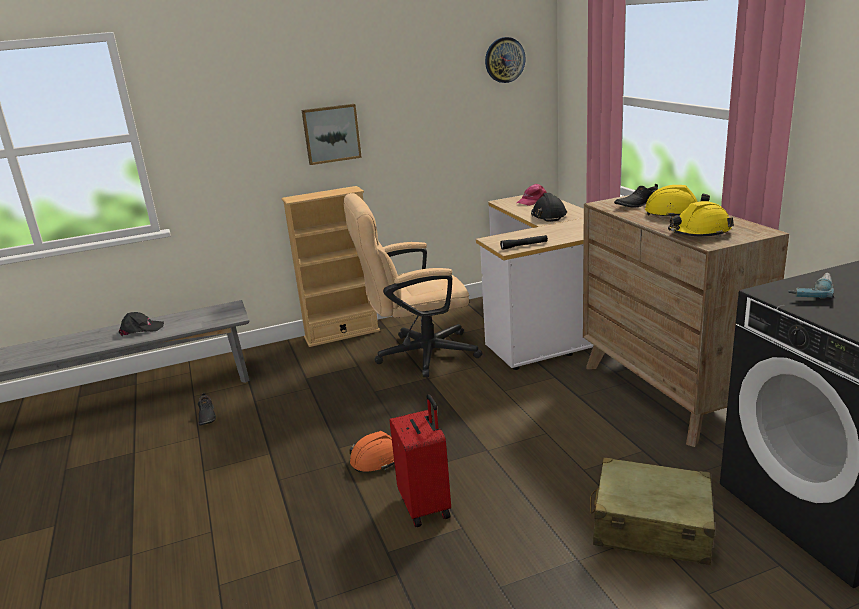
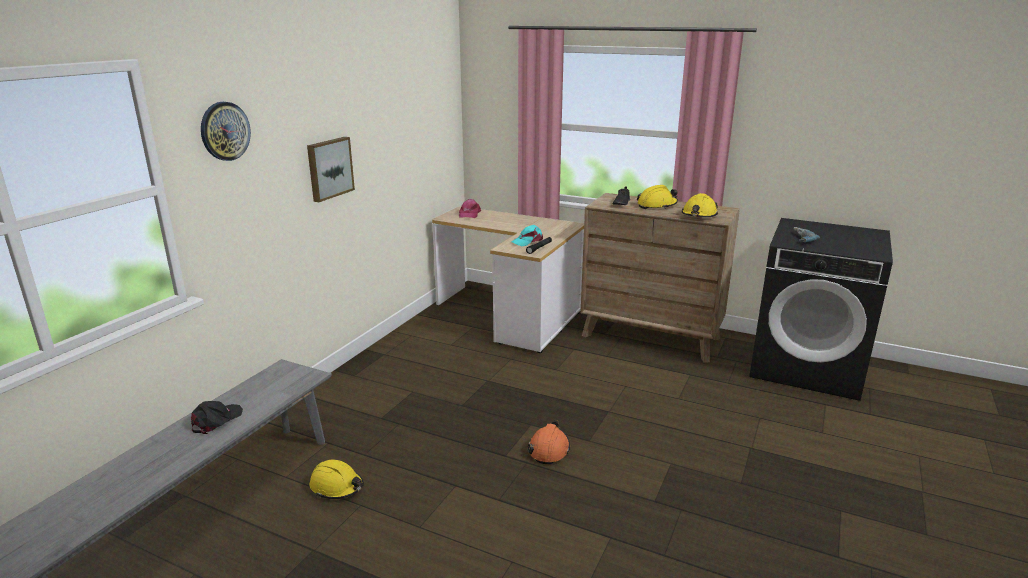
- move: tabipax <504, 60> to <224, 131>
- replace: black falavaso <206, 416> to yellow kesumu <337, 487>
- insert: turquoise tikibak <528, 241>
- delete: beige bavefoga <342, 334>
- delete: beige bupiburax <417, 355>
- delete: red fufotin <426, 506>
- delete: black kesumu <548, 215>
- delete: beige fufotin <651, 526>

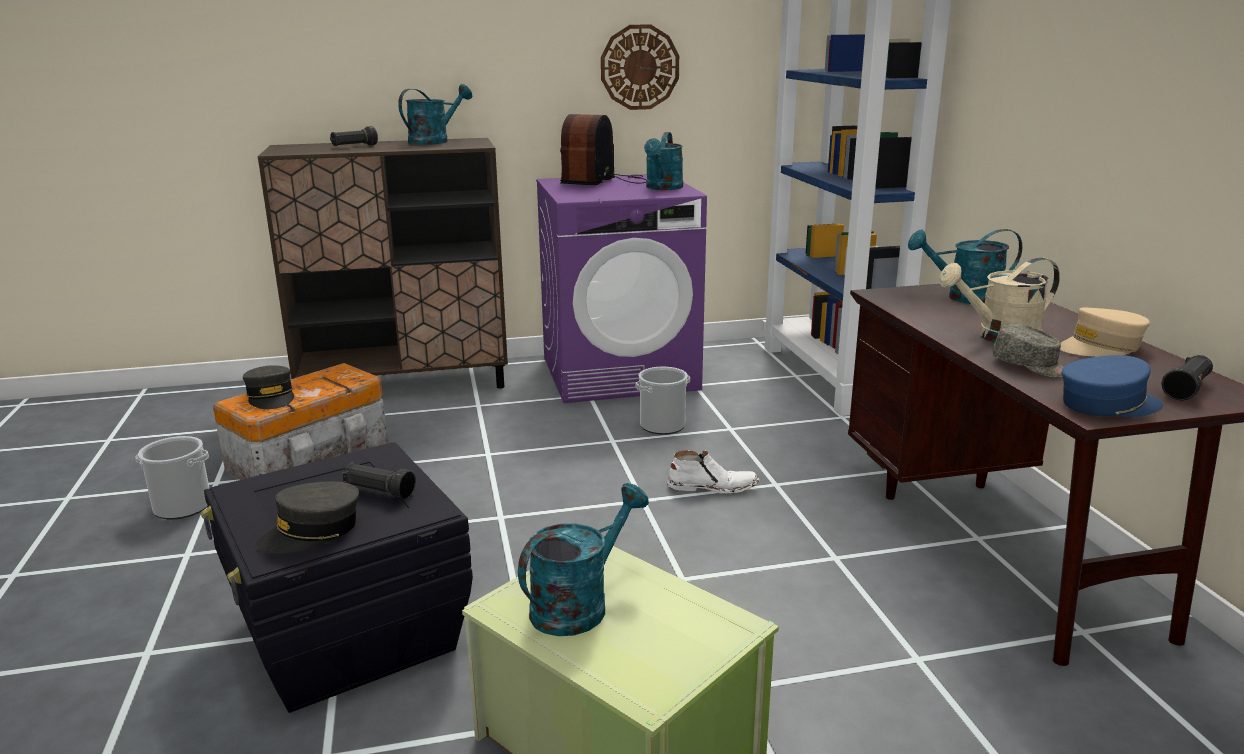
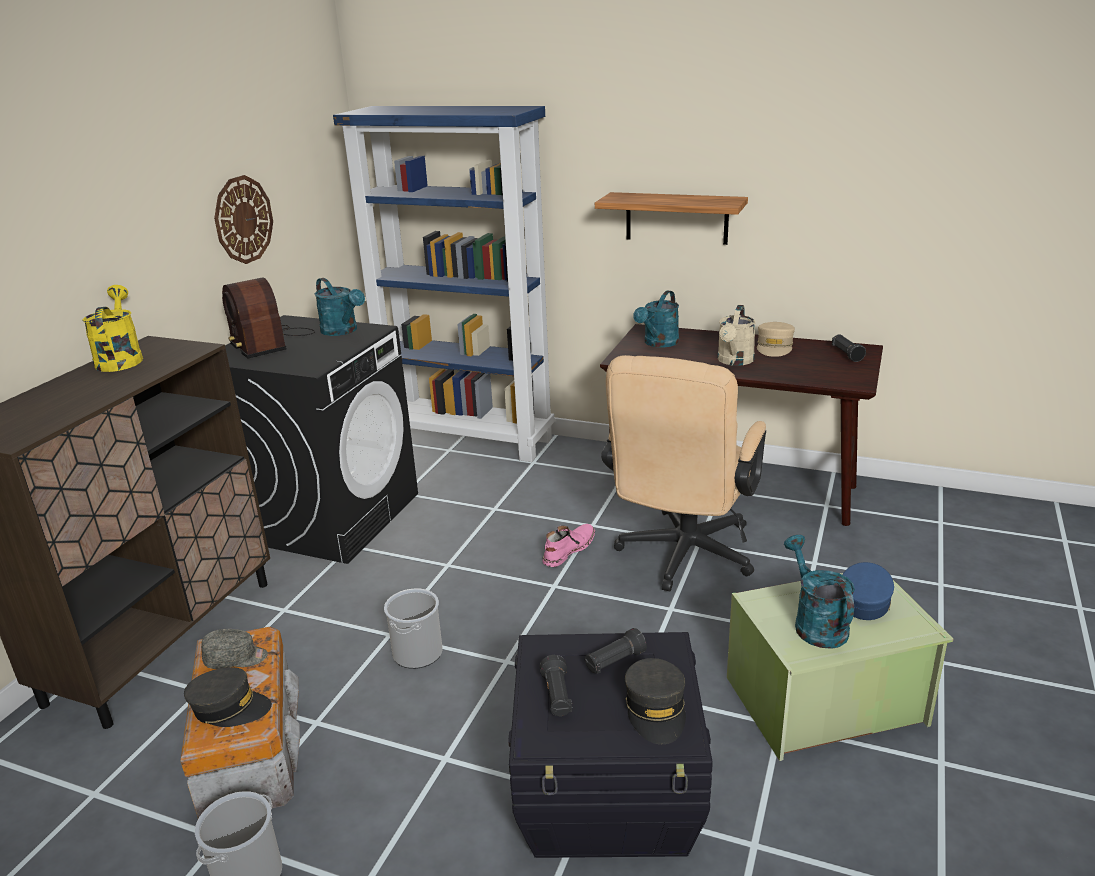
- recolor: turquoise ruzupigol <434, 141> to yellow ruzupigol <120, 359>
- move: grey tikibak <1030, 366> to <236, 659>
- recolor: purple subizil <620, 373> to black subizil <331, 516>
- move: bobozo <662, 425> to <417, 653>
- move: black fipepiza <354, 146> to <557, 697>
- recolor: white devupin <712, 486> to pink devupin <568, 550>
- insert: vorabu <676, 218>
- insert: beige bupiburax <682, 558>
- move: blue tikibak <1108, 404> to <864, 601>

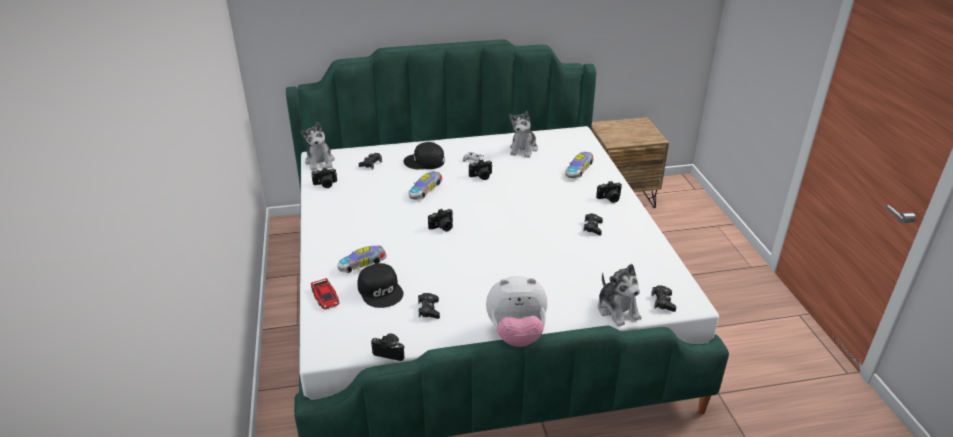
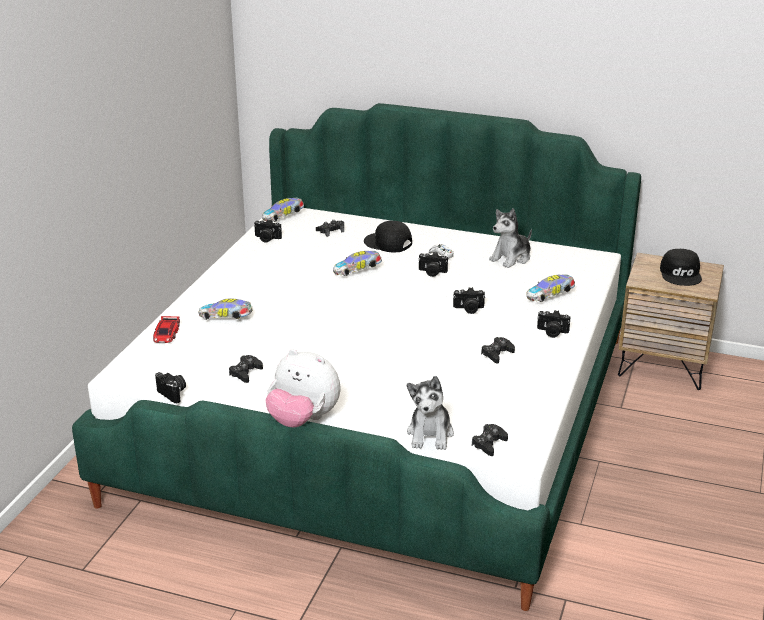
- replace: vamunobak <320, 162> to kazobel <283, 217>
- move: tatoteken <442, 227> to <468, 309>
- move: black tikibak <381, 290> to <681, 274>

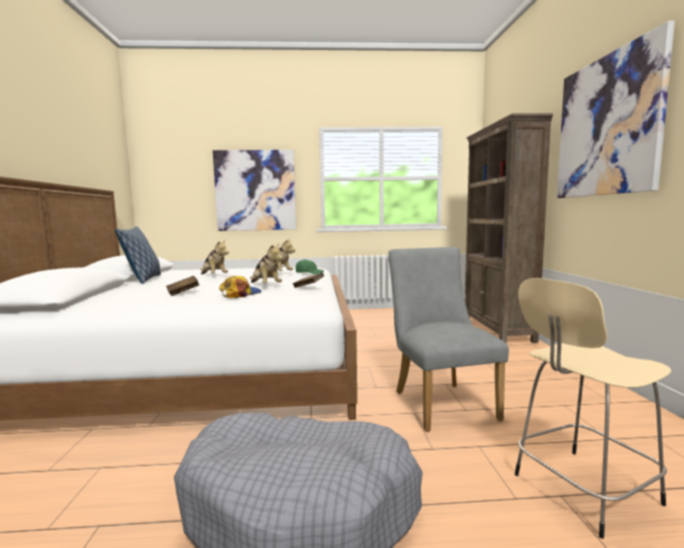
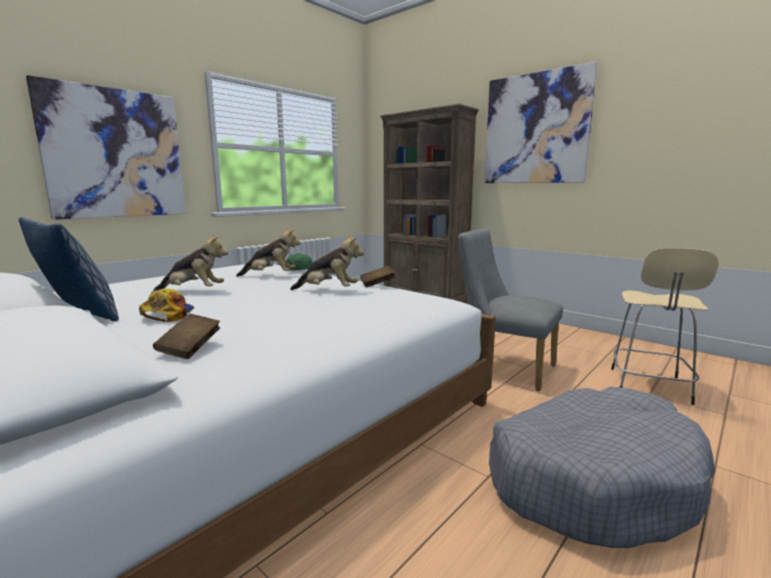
- move: tikibak <240, 294> to <167, 314>
- move: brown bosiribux <183, 293> to <190, 349>

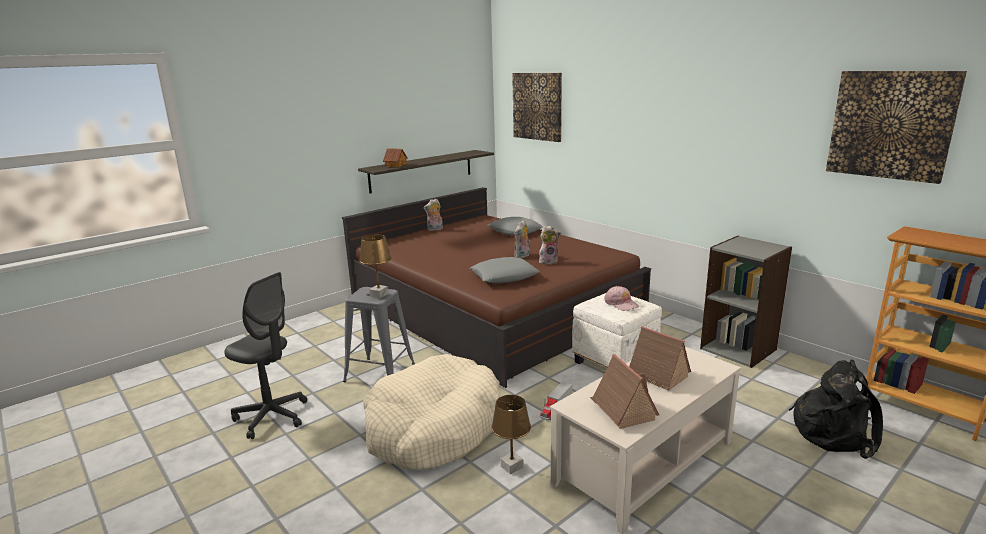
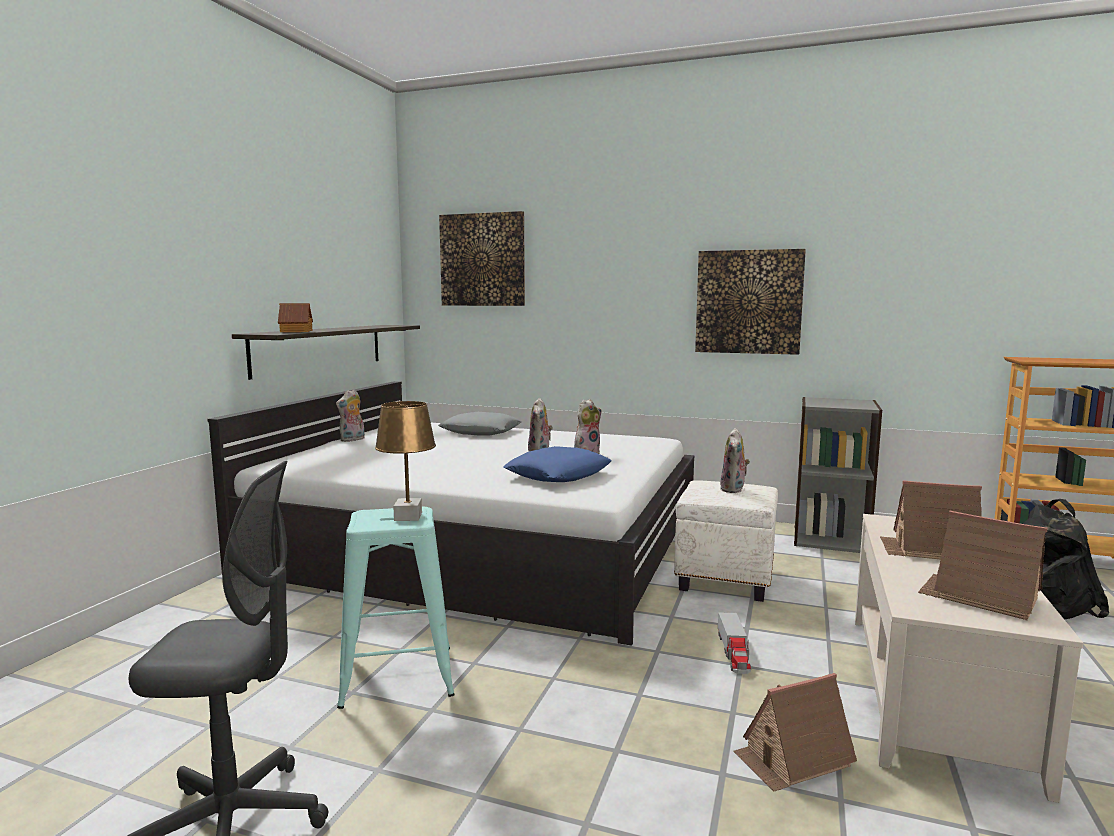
- recolor: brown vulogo <492, 308> to white vulogo <480, 547>
- recolor: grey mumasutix <380, 373> to turquoise mumasutix <398, 676>
- recolor: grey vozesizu <504, 276> to blue vozesizu <558, 474>
- move: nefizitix <891, 125> to <748, 302>
- replace: pink tikibak <621, 303> to vamunobak <734, 489>
- replace: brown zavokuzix <512, 467> to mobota <793, 759>
- delete: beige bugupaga <433, 428>

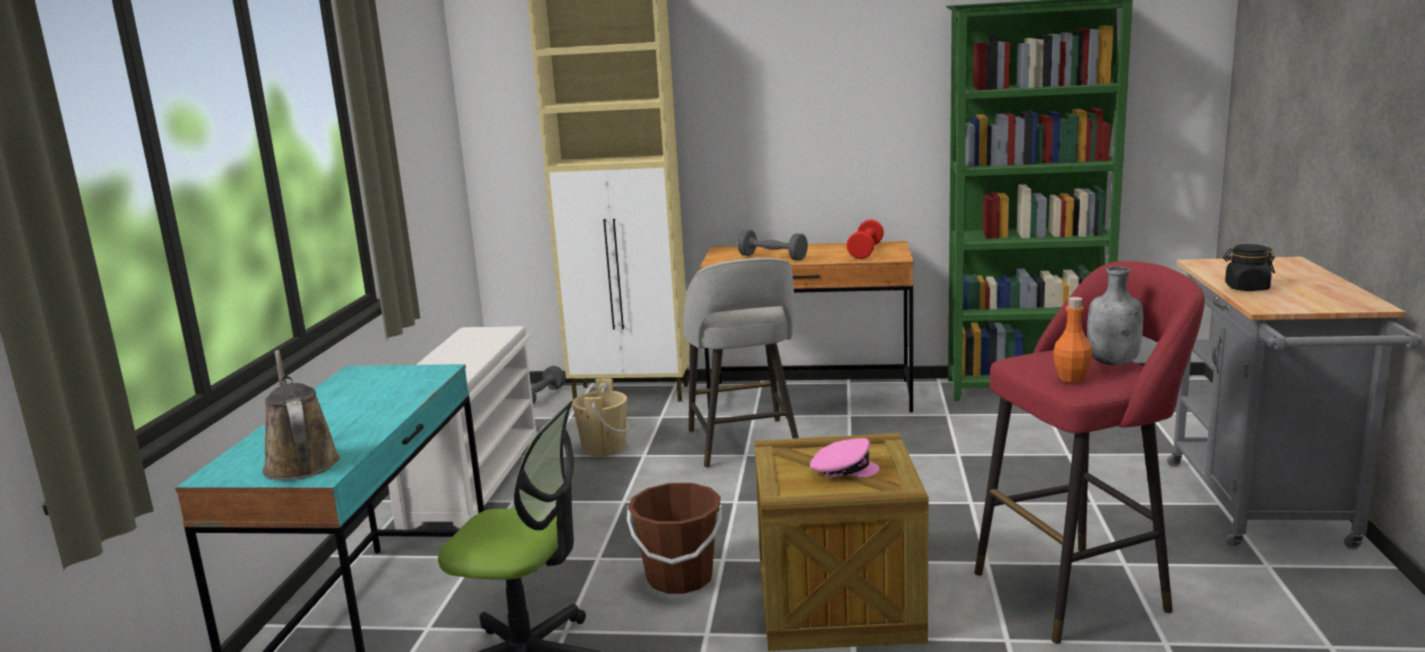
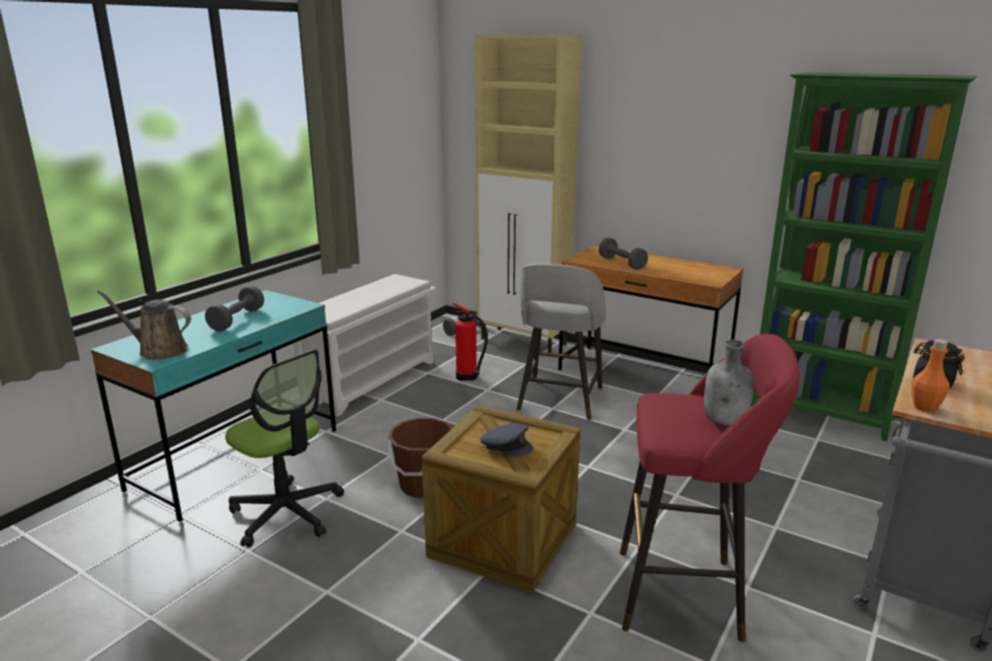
- rotate: brown ruzupigol <300, 462> = <159, 350> 75 degrees counterclockwise
- insert: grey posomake <237, 320>
- replace: beige bobozo <604, 448> to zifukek <468, 377>
- recolor: pink tikibak <842, 469> to grey tikibak <506, 445>
- move: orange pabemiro <1071, 378> to <925, 407>
- delete: red posomake <865, 251>

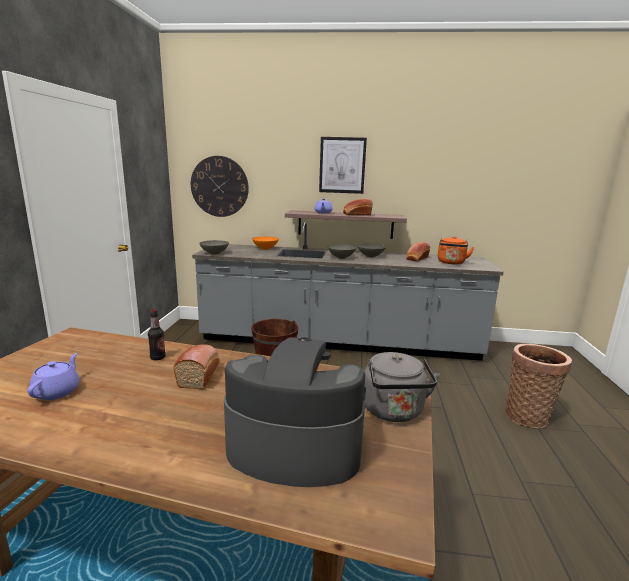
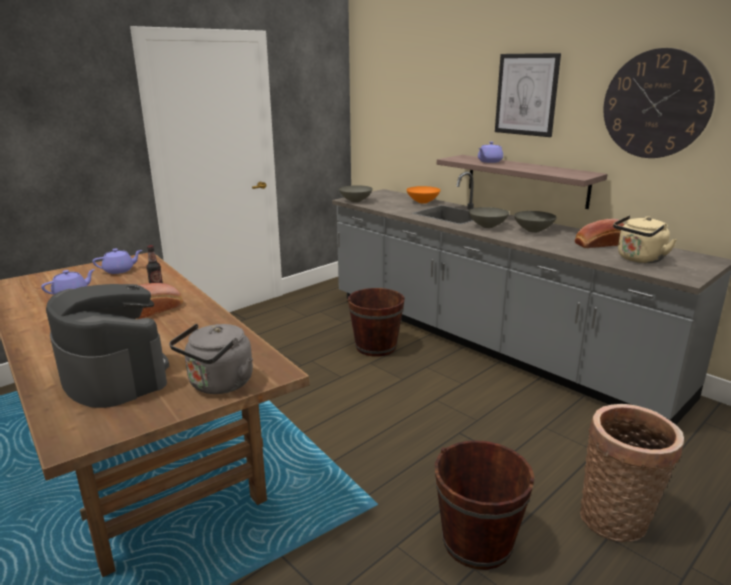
- insert: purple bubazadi <119, 270>
- insert: brown bobozo <477, 542>
- move: tabipax <219, 186> to <656, 104>
- recolor: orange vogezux <451, 263> to beige vogezux <638, 259>
- delete: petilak <356, 214>

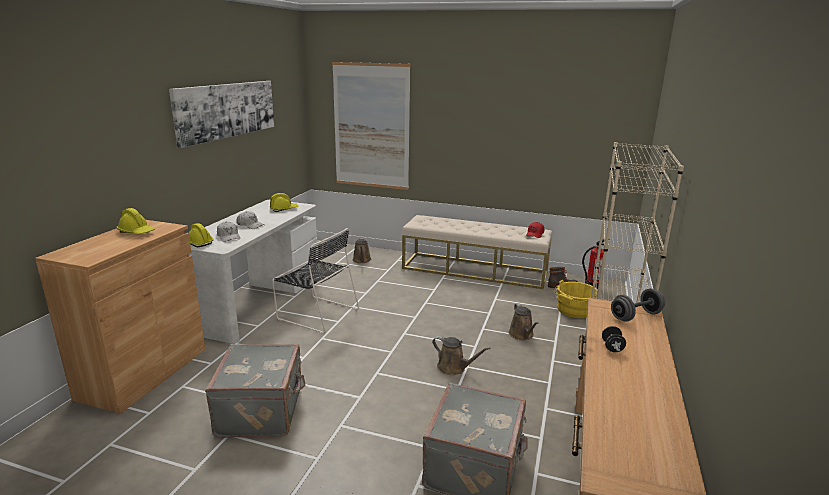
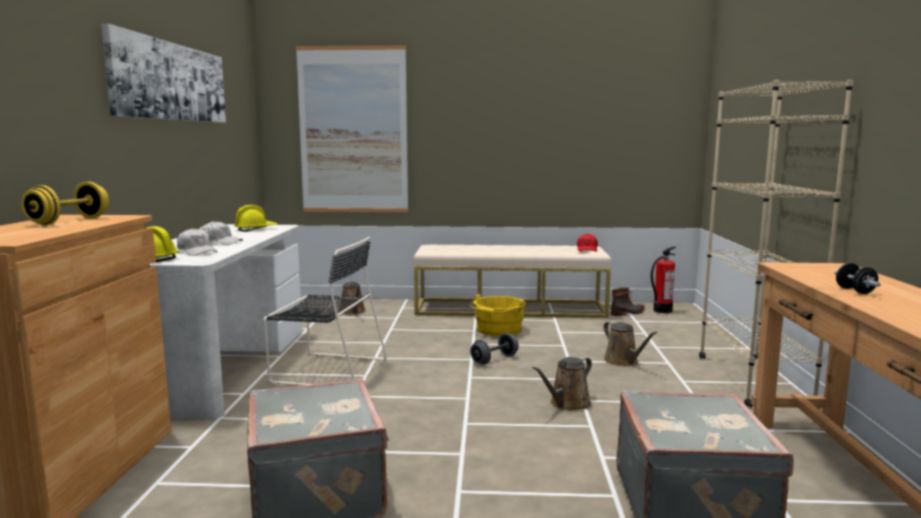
- replace: yellow kesumu <137, 232> to yellow posomake <69, 221>
- move: yellow bobozo <574, 310> to <497, 330>
- move: grey posomake <635, 316> to <494, 360>
- rotate: brown ruzupigol <454, 368> = <567, 404> 120 degrees clockwise

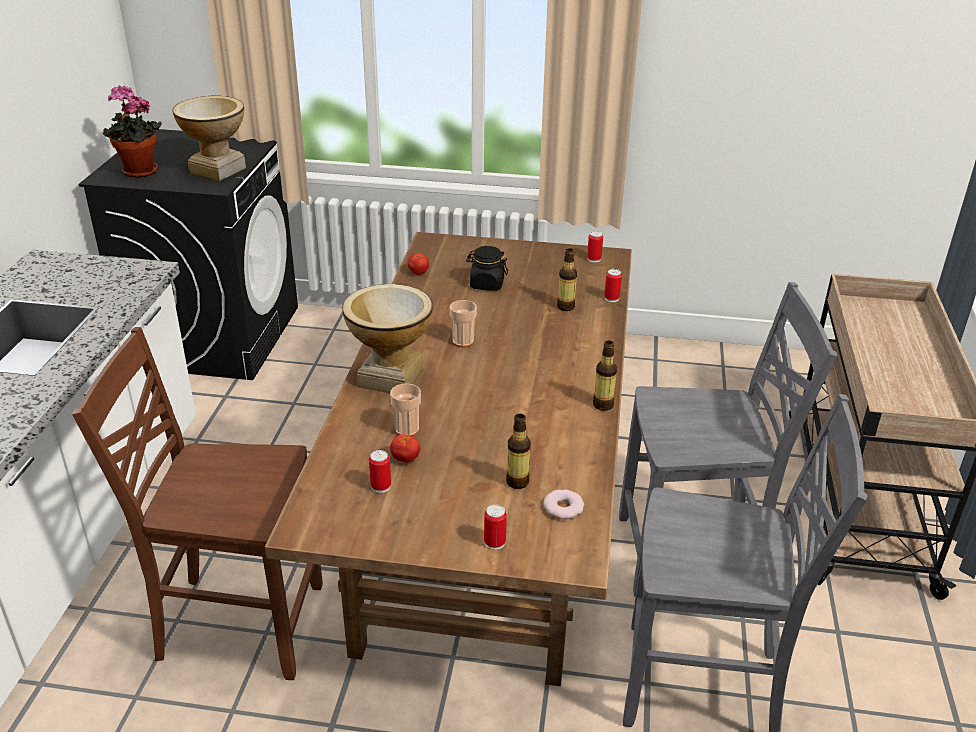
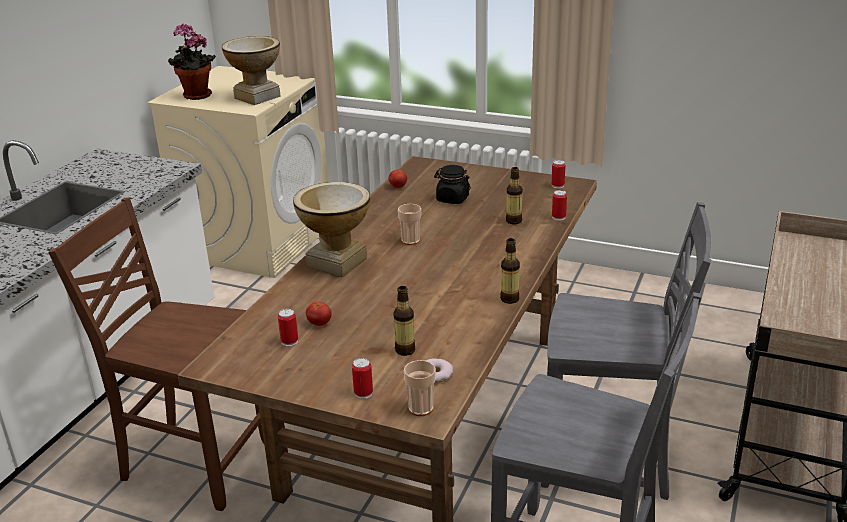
- recolor: black subizil <215, 335> to beige subizil <257, 241>
- move: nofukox <407, 429> to <421, 408>

